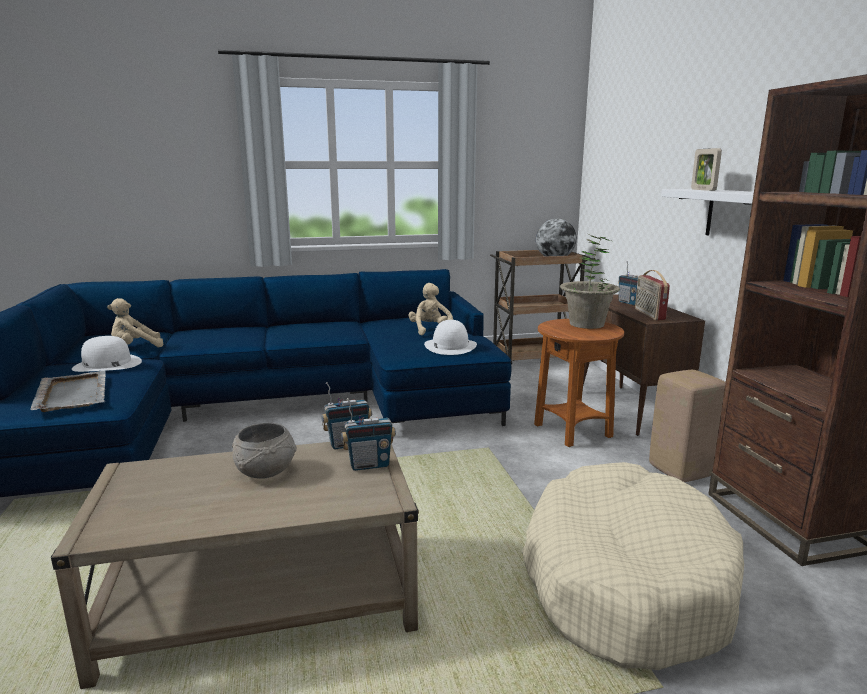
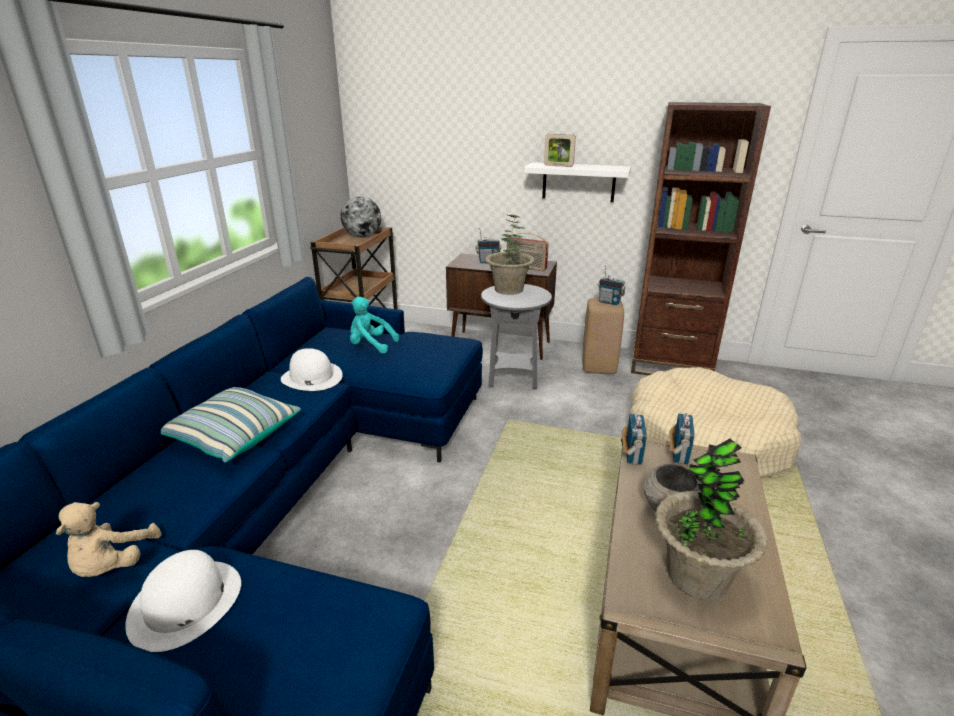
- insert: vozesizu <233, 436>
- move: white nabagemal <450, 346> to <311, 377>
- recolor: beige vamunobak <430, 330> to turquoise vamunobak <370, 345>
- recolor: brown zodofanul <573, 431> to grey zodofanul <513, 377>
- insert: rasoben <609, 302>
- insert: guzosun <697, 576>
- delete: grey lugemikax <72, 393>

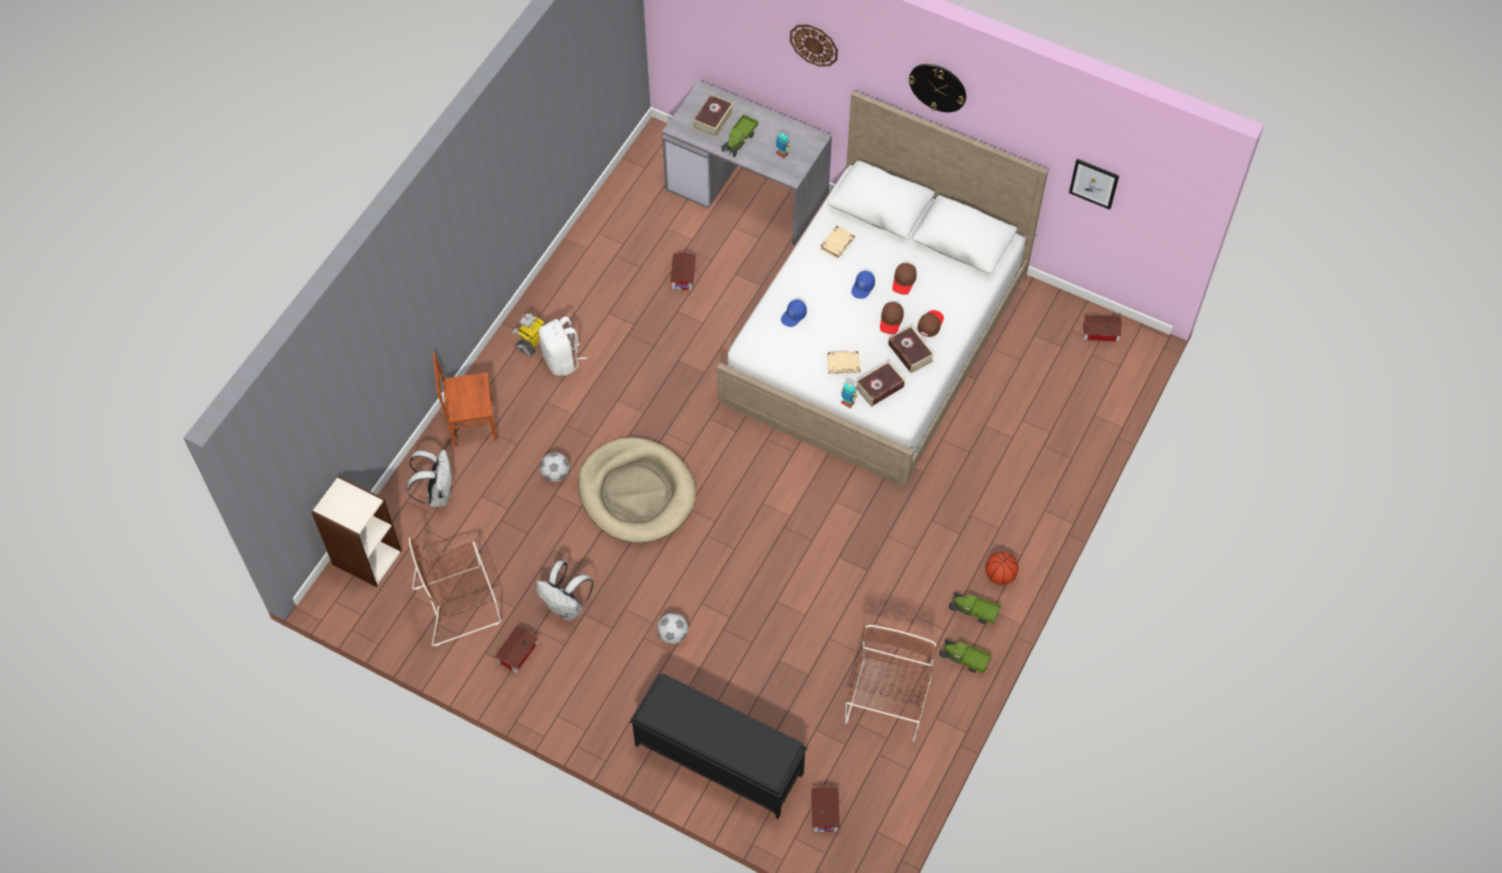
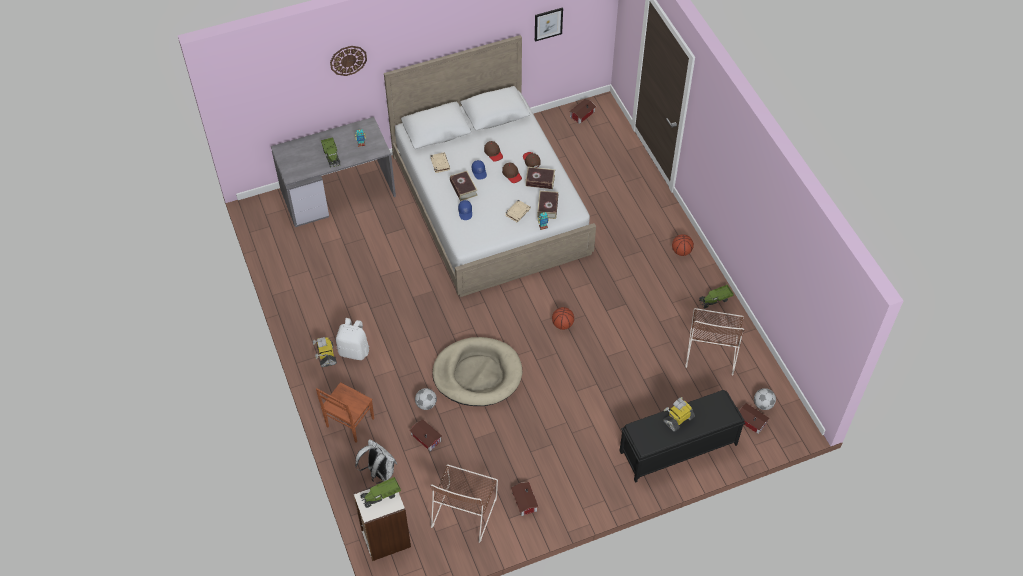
- move: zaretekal <973, 611> to <381, 495>
- move: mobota <684, 275> to <426, 437>
- move: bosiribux <713, 119> to <463, 188>
- insert: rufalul <562, 324>
- insert: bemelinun <678, 419>
- rotate: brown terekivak <887, 704> = <711, 350> 135 degrees counterclockwise
- move: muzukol <673, 634> to <763, 404>
- delete: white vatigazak <567, 607>
- delete: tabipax <938, 87>

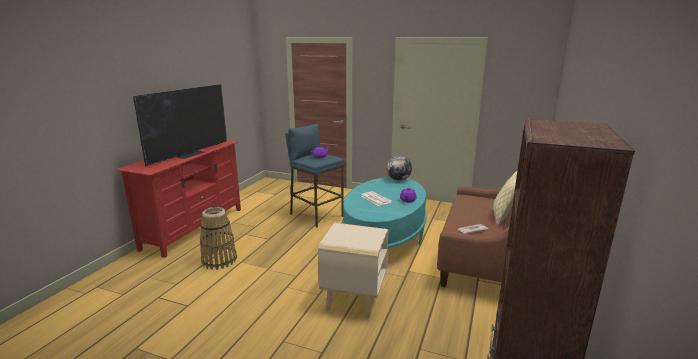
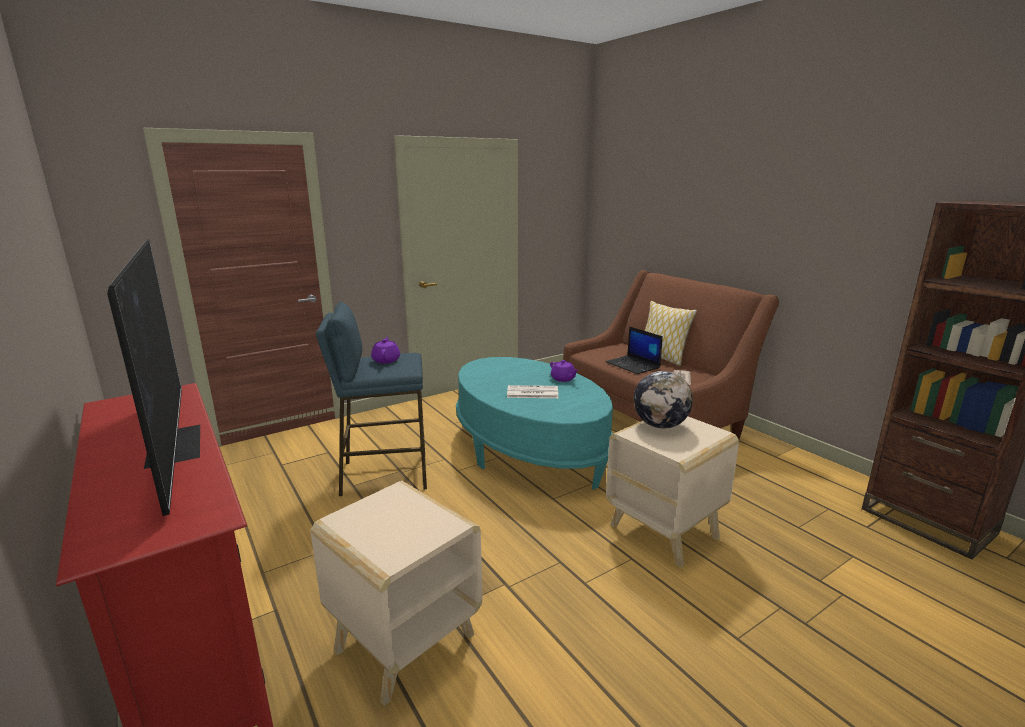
- replace: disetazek <219, 260> to beige zodofanul <406, 641>
- insert: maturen <633, 365>
- move: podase <398, 180> to <660, 425>

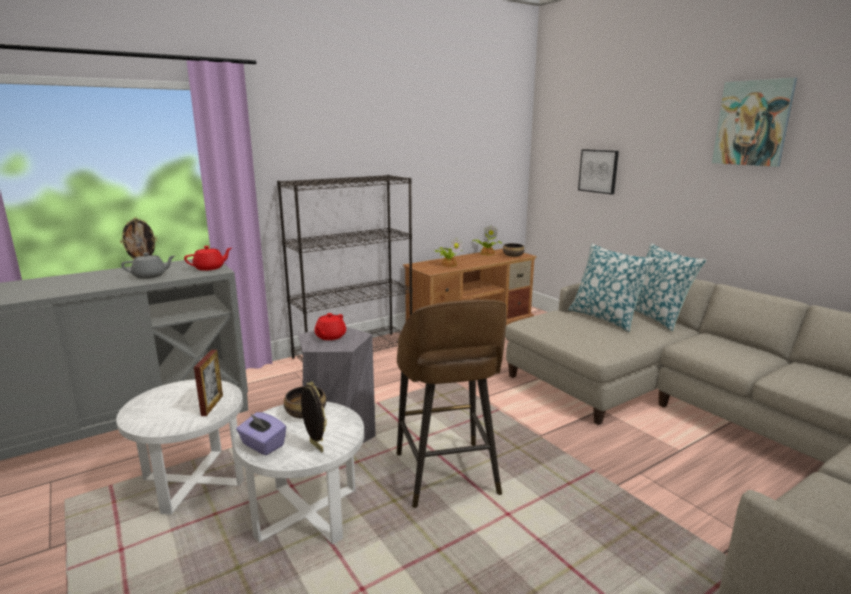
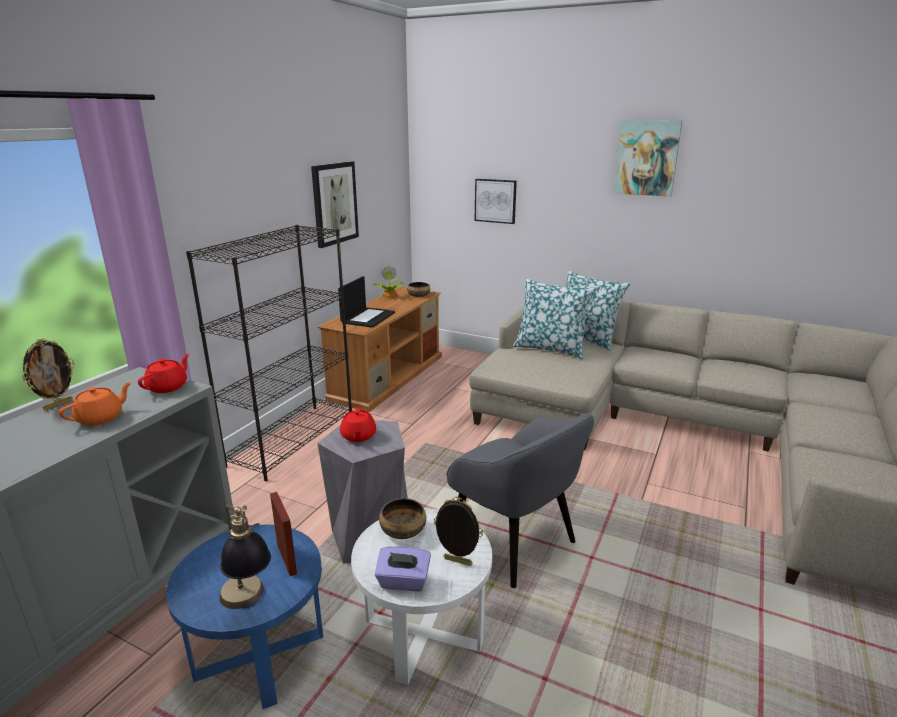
- recolor: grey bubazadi <150, 276> to orange bubazadi <101, 418>
- recolor: white zodofanul <193, 480> to blue zodofanul <260, 655>
- insert: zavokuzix <248, 604>
- insert: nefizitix <334, 203>
- replace: guzosun <449, 264> to maturen <368, 317>
- replace: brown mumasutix <447, 476> to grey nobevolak <512, 543>

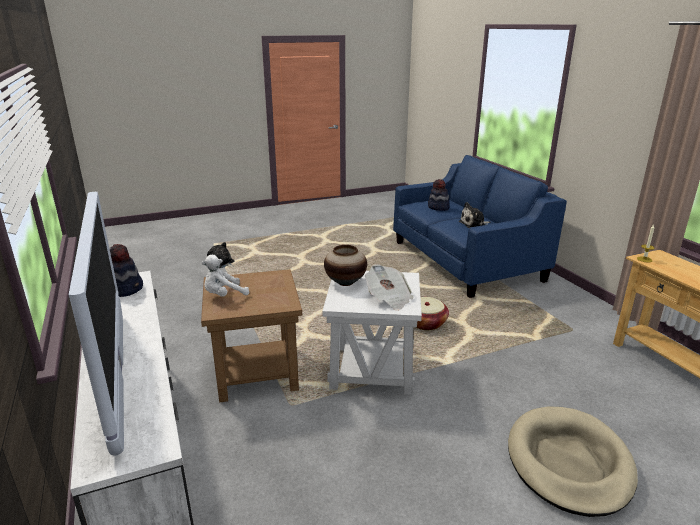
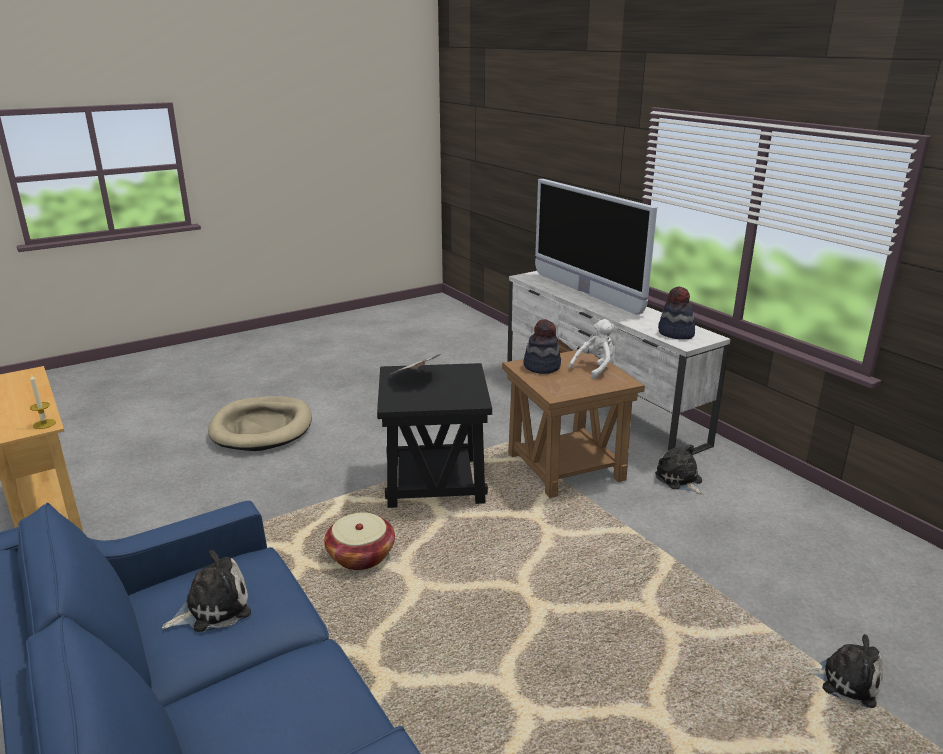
- recolor: white zodofanul <371, 369> to black zodofanul <435, 481>
- move: nabagemal <438, 207> to <542, 366>
- insert: vamunobak <679, 480>
- delete: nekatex <345, 282>

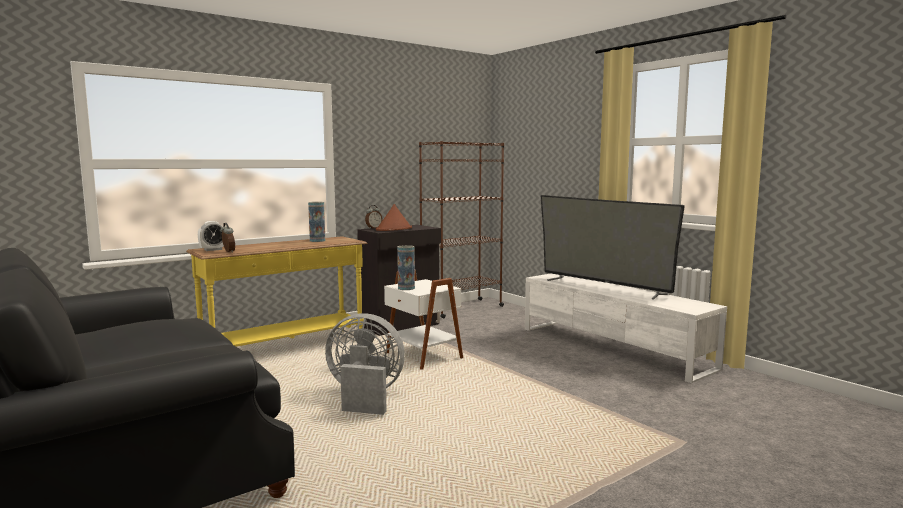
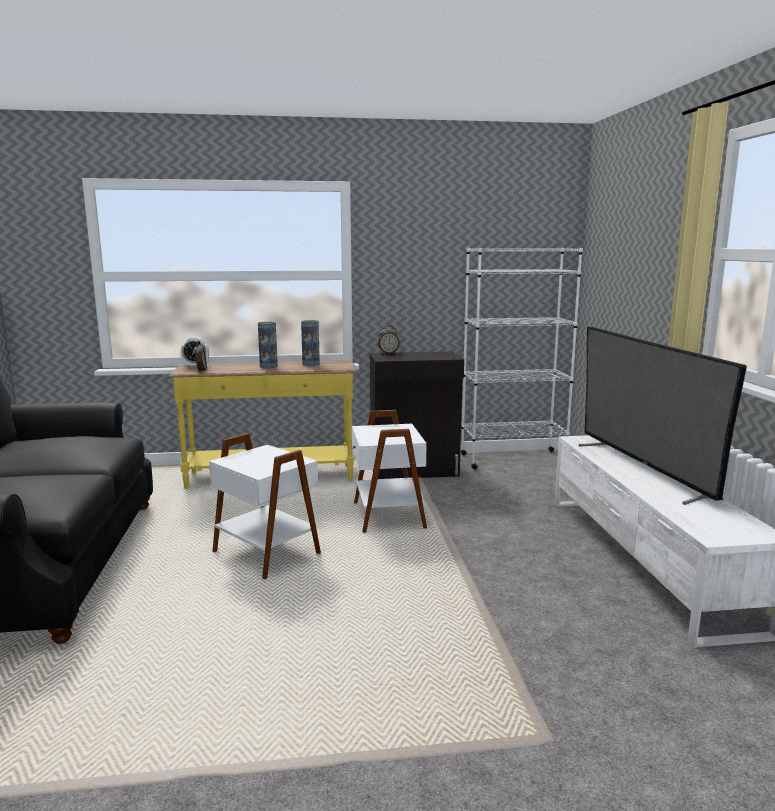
- replace: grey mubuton <364, 396> to white zodofanul <268, 552>
- move: nekatex <406, 288> to <268, 366>
- recolor: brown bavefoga <461, 308> to white bavefoga <513, 459>
- delete: brown nabagemal <394, 229>

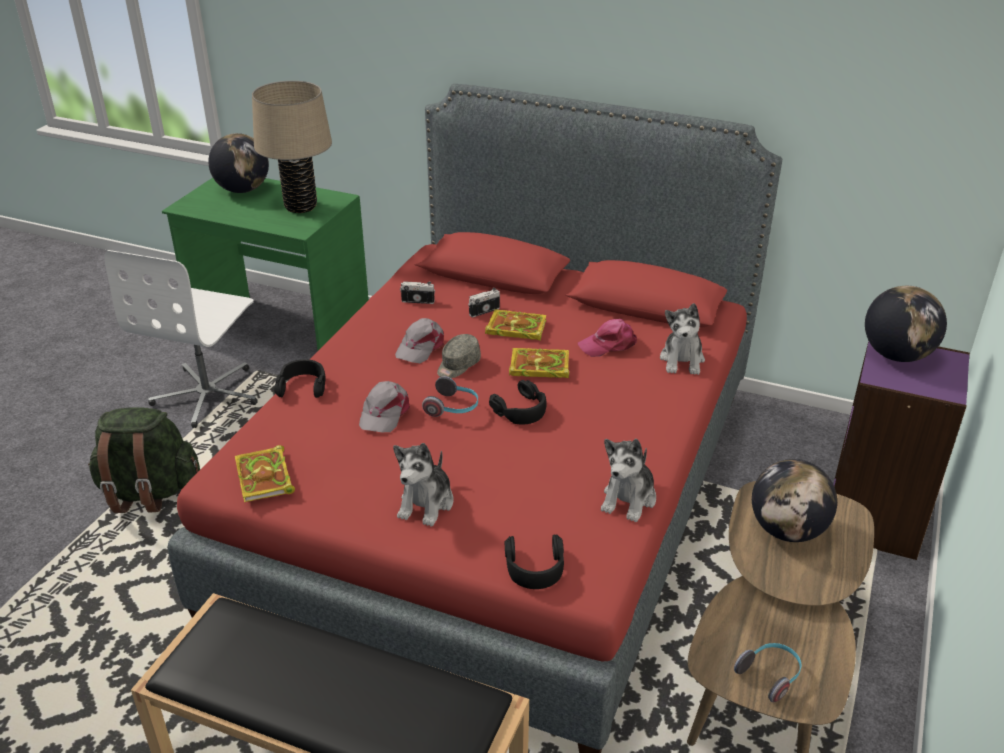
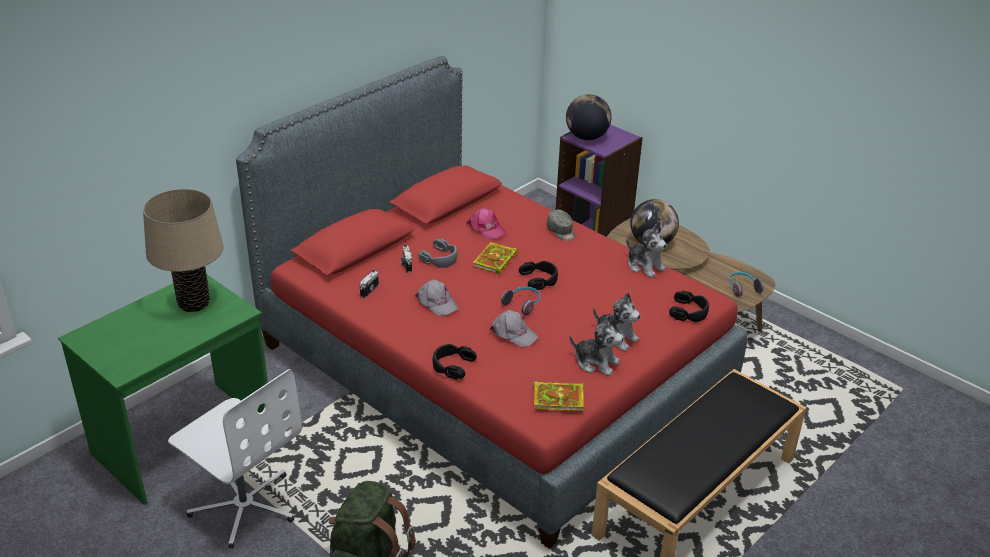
- replace: bosiribux <514, 328> to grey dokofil <440, 258>
- rotate: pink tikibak <608, 344> = <486, 228> 45 degrees counterclockwise
- move: grey tikibak <458, 365> to <561, 231>
- move: vamunobak <682, 360> to <596, 362>
- delete: podase <243, 190>

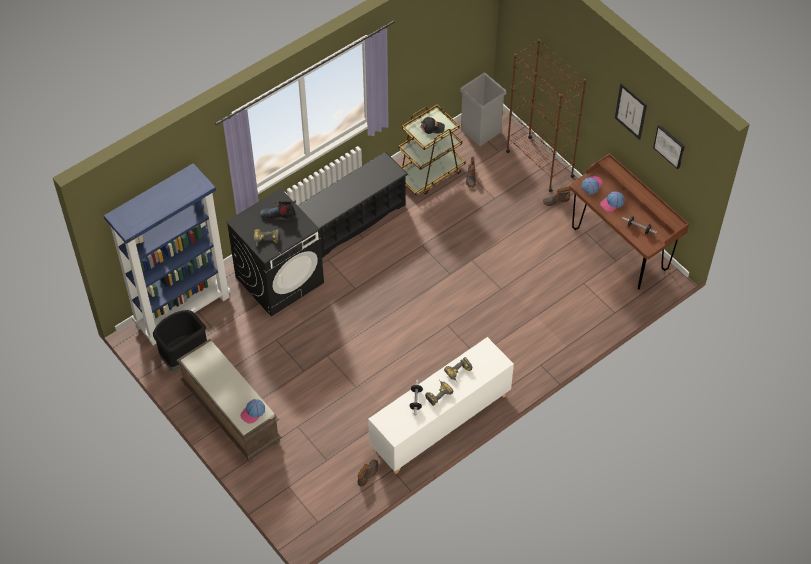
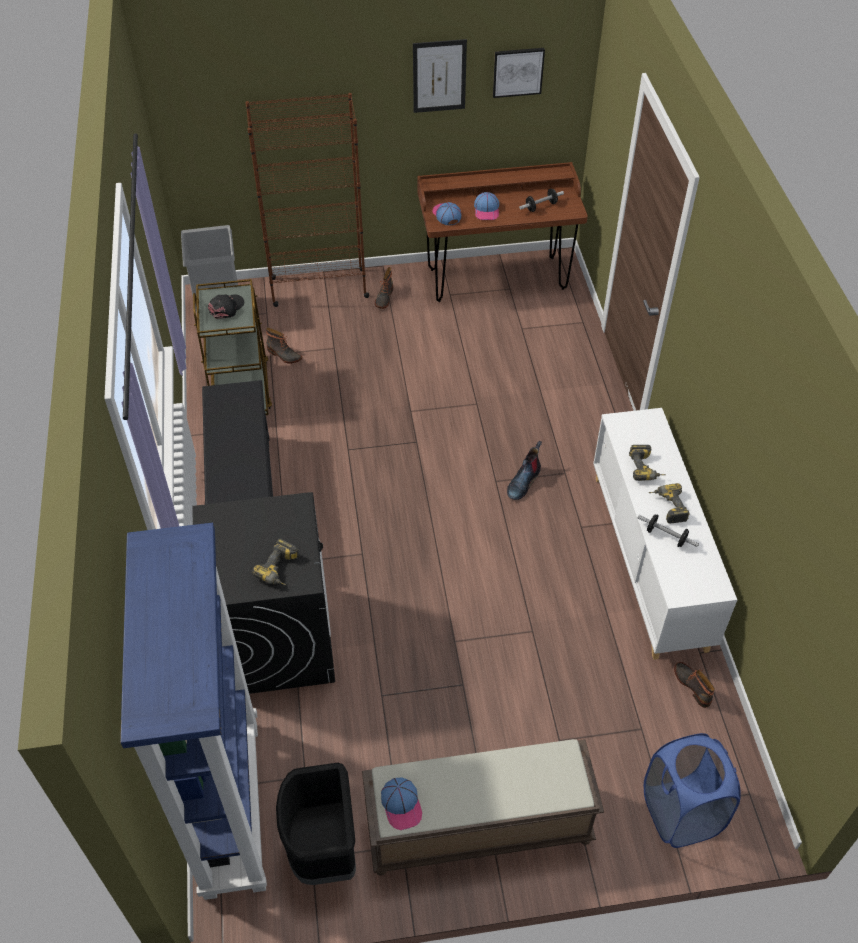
- move: tikibak <253, 412> to <402, 805>
- move: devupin <278, 214> to <523, 481>
- insert: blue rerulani <680, 813>

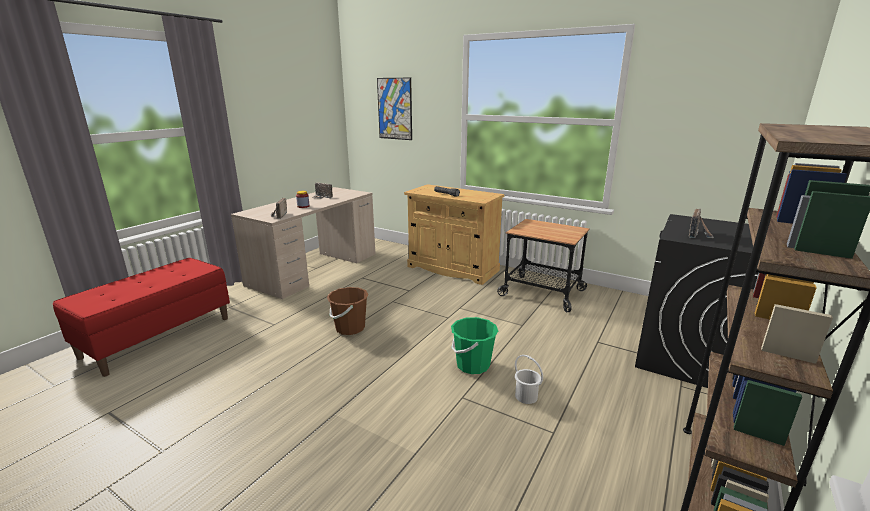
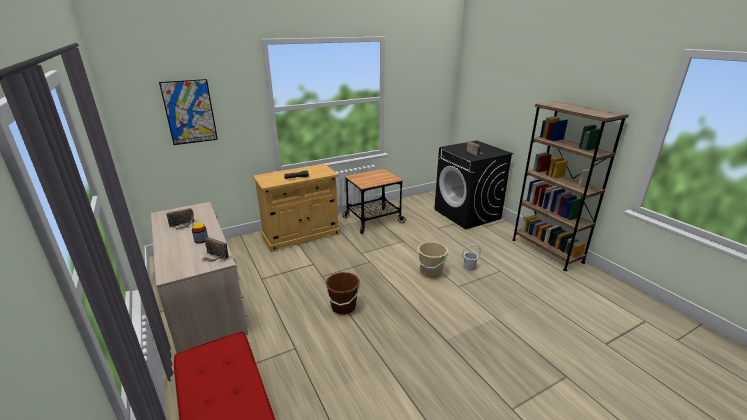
- recolor: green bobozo <472, 365> to beige bobozo <430, 272>

